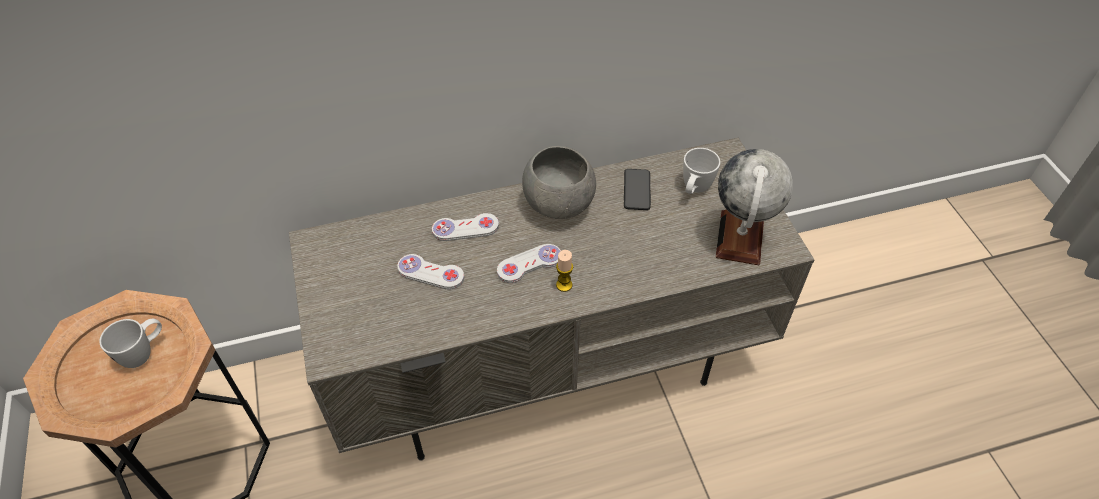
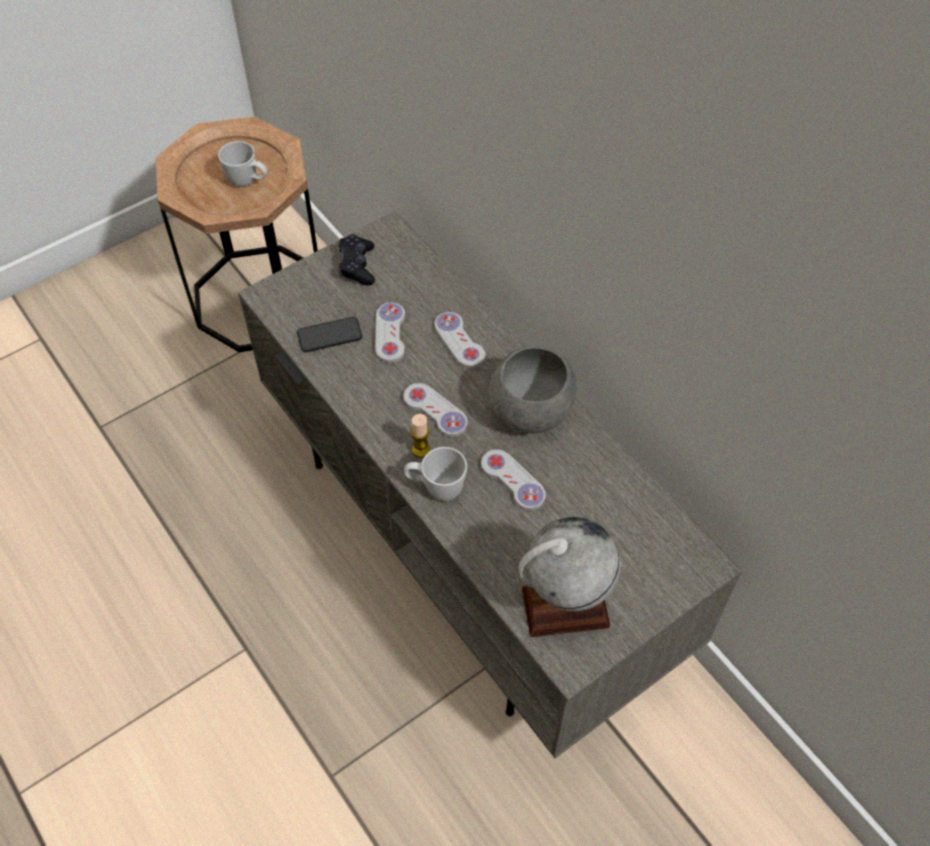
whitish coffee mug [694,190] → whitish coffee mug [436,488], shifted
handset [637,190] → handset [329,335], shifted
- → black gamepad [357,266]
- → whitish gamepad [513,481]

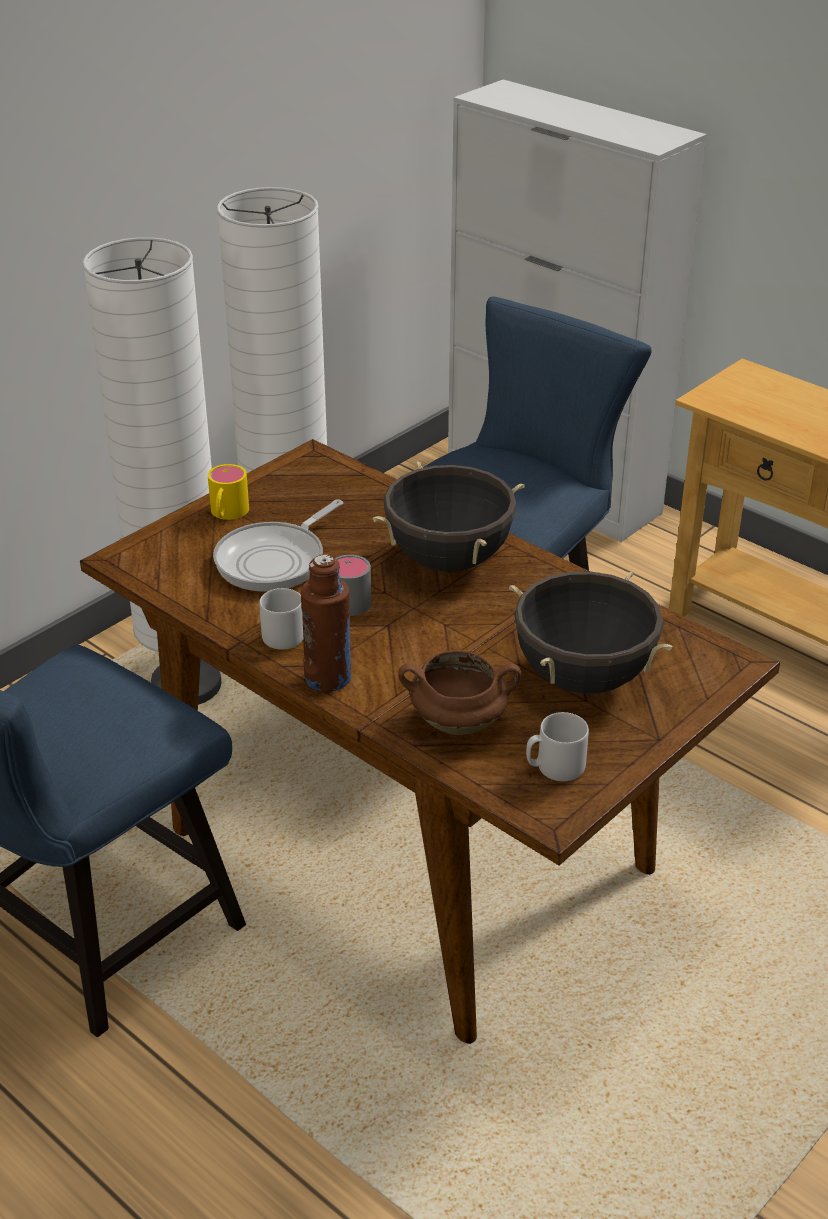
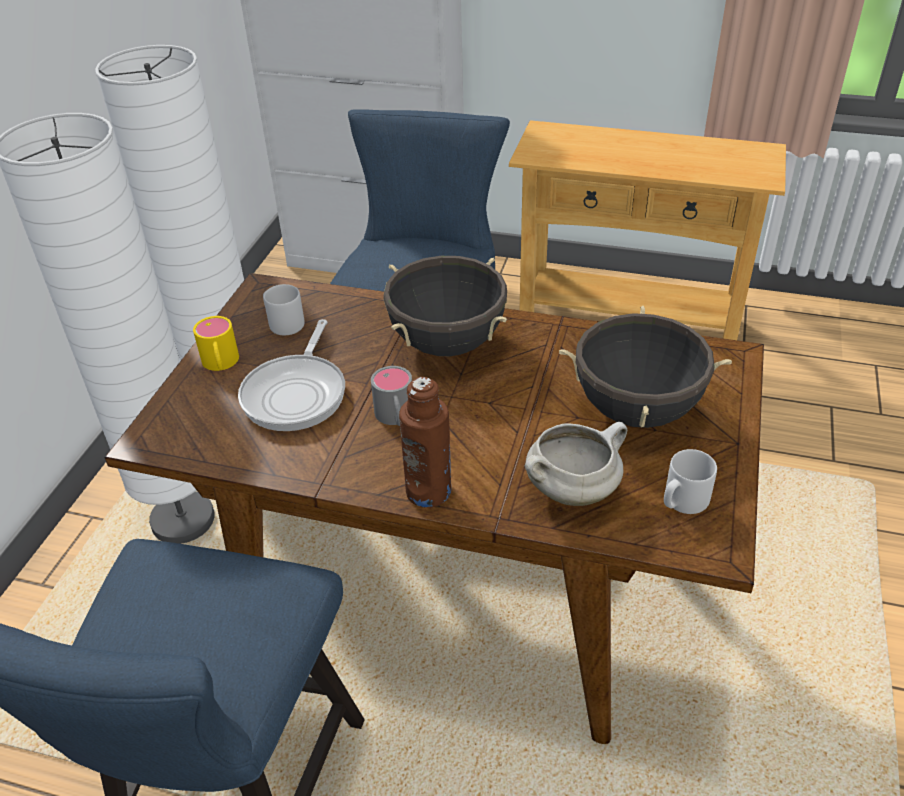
greyish coffee mug [281,634] → greyish coffee mug [283,323], shifted
brown stockpot [459,722] → whitish stockpot [572,489]

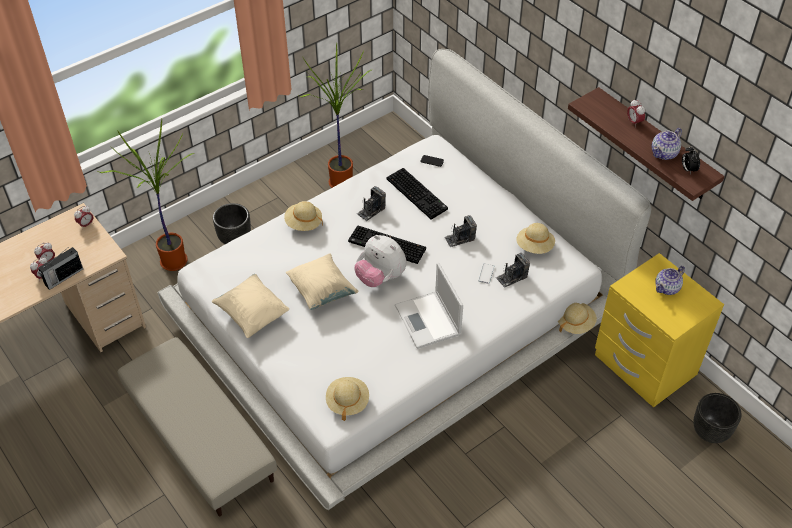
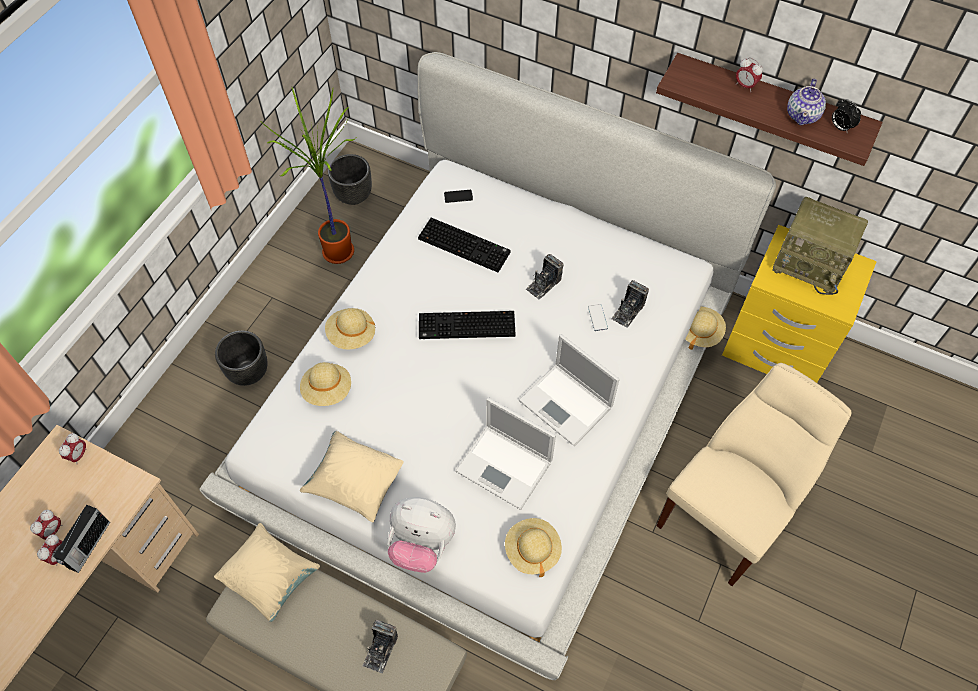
potted plant [171,262] → -
still camera [371,211] → still camera [380,650], shifted
beige-coloured wearable hat [534,247] → beige-coloured wearable hat [327,390], shifted
plush toy [380,277] → plush toy [421,544], shifted
beige-coloured pillow [322,291] → beige-coloured pillow [270,578], shifted
teapot [667,288] → radio [811,264]
black flower pot [710,432] → black flower pot [354,195], shifted
- → beige-coloured chair [729,512]
- → laptop [505,467]

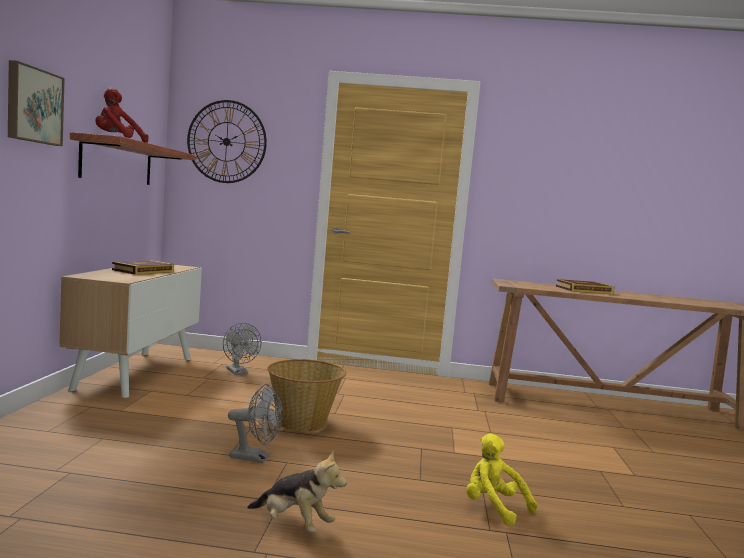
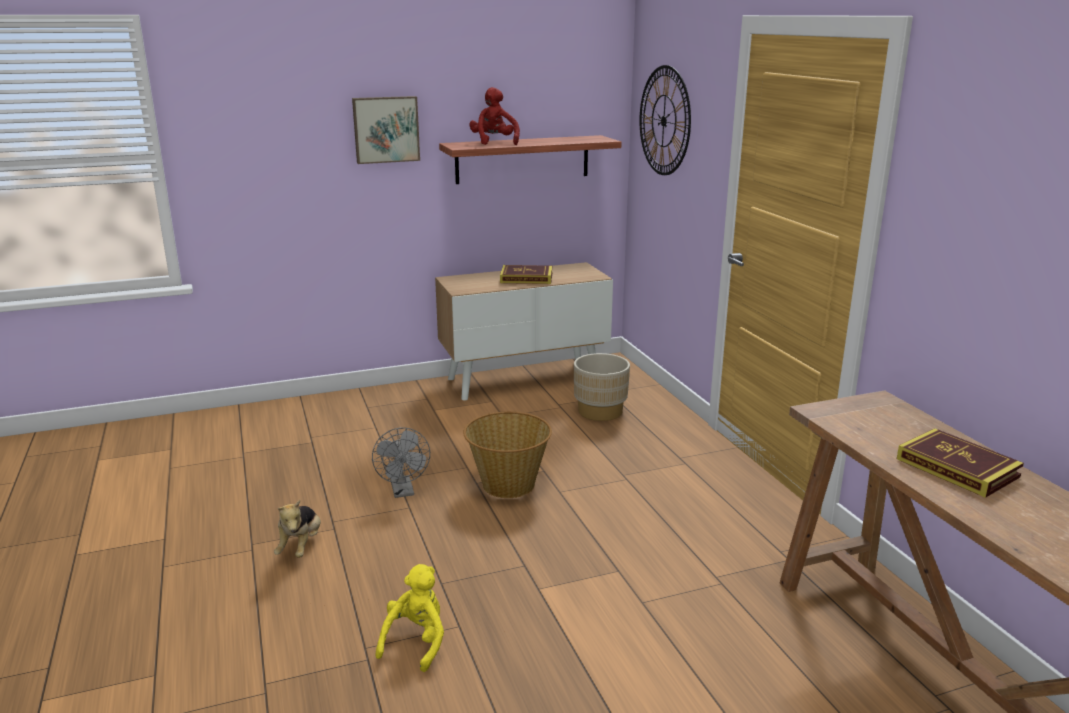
greyish cooling fan [239,373] → beige-coloured flower pot [600,411]

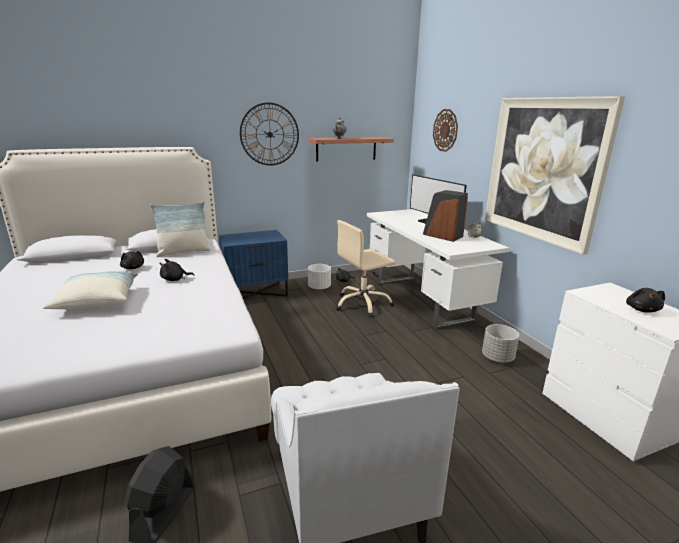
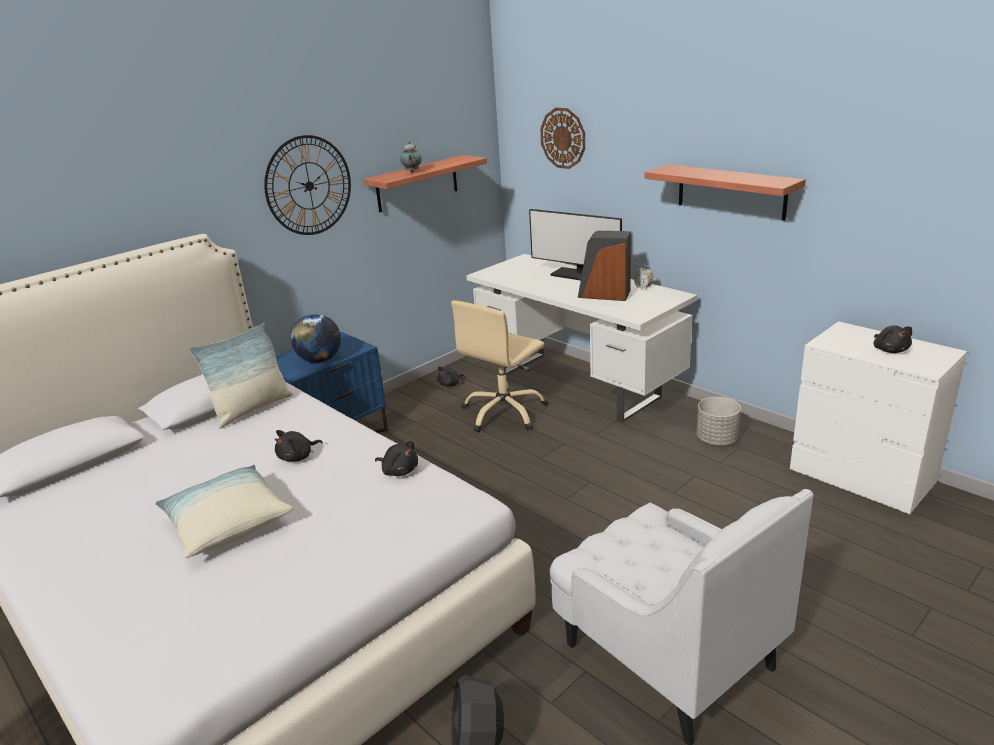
picture [543,170] → shelf [731,191]
black plush toy [133,268] → black plush toy [399,470], shifted
whitish flower pot [319,287] → -
- → desk globe [320,360]

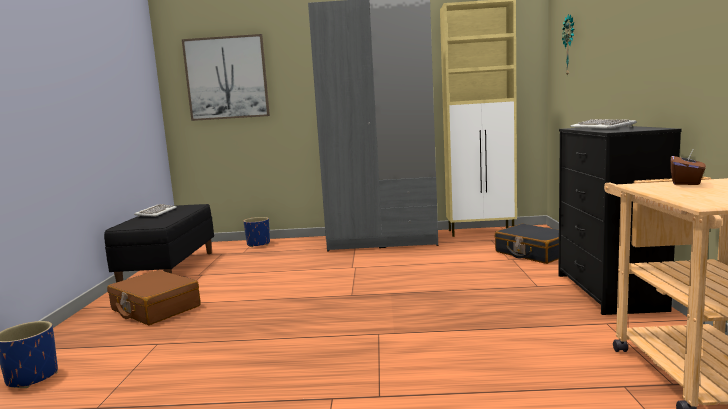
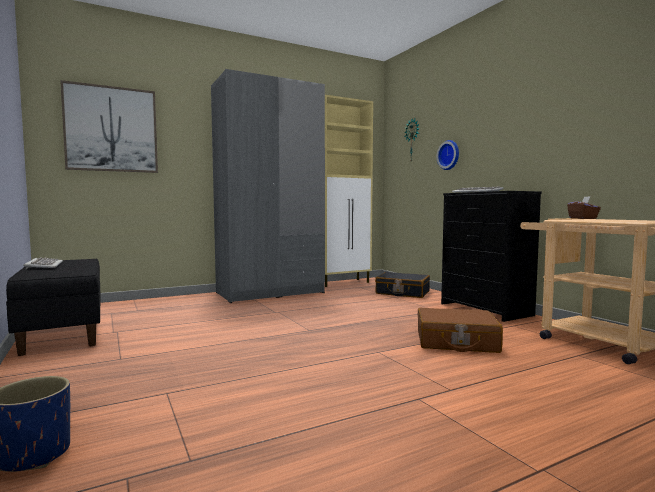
blue-coloured flower pot [258,244] → -
brown travel case [155,308] → brown travel case [456,342], shifted
- → wall clock [449,155]

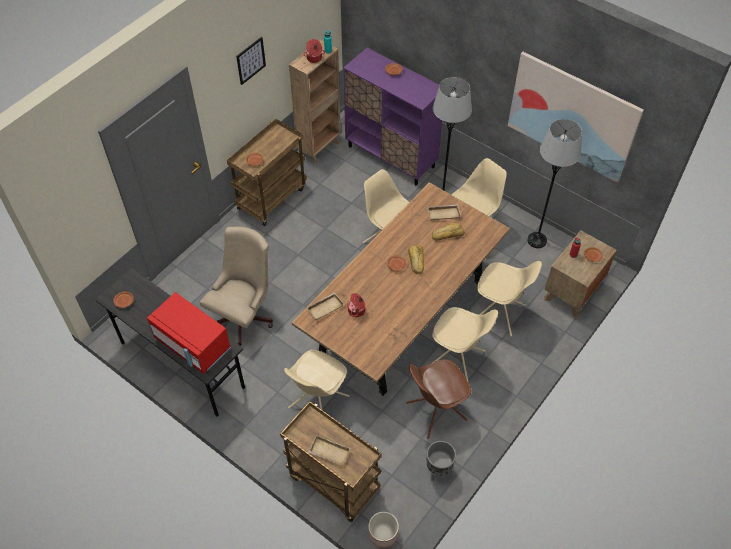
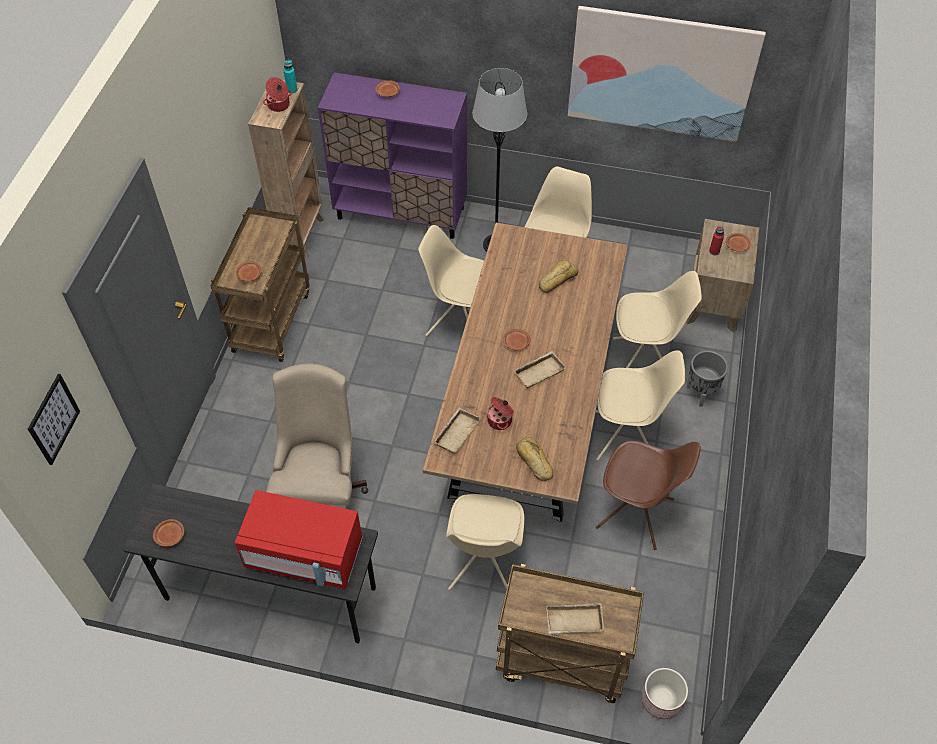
picture [250,60] → picture [53,419], shifted
greyish floor lamp [537,240] → -
beige-coloured carrying tray [444,213] → beige-coloured carrying tray [539,371], shifted
baked bread [416,260] → baked bread [533,462], shifted
brown chair [435,411] → brown chair [636,514], 105 degrees counterclockwise
greyish flower pot [438,470] → greyish flower pot [700,394], shifted

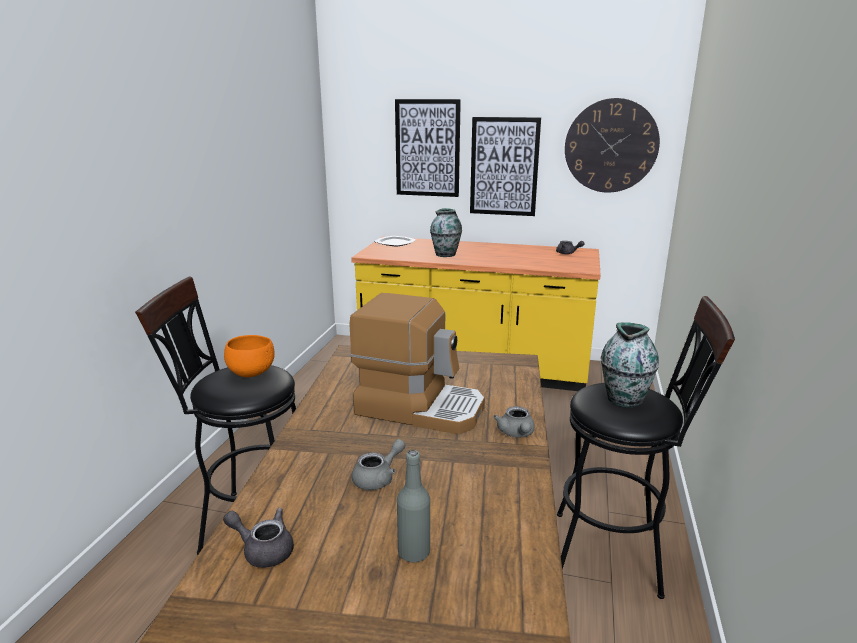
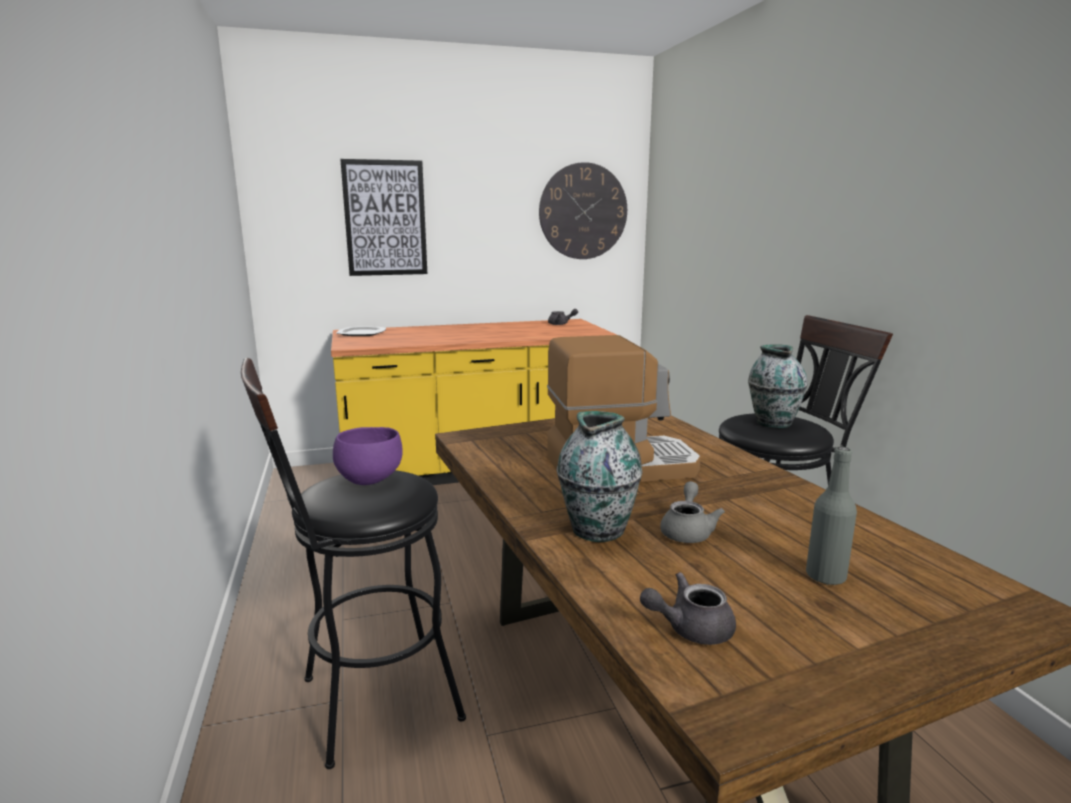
picture [504,167] → -
flower vase [446,254] → flower vase [598,529], shifted
orange bowl [252,373] → purple-coloured bowl [369,479]
greyish teapot [516,434] → -

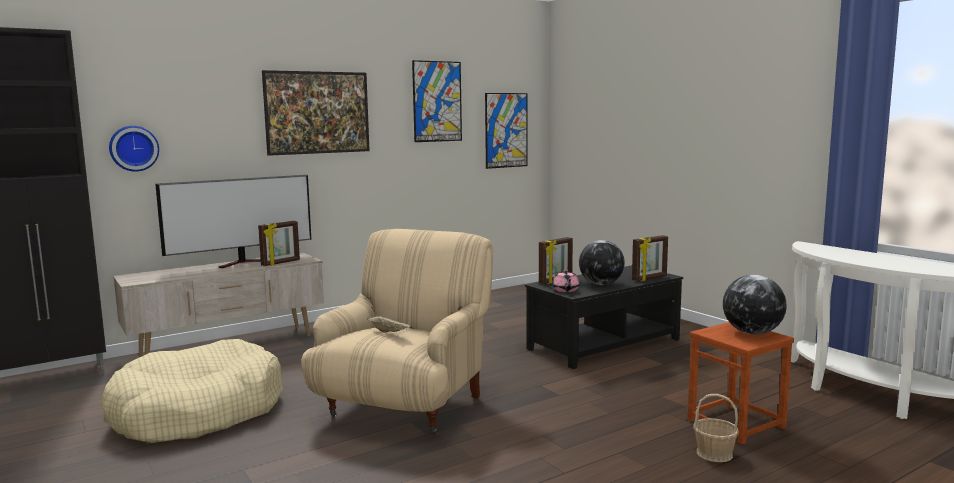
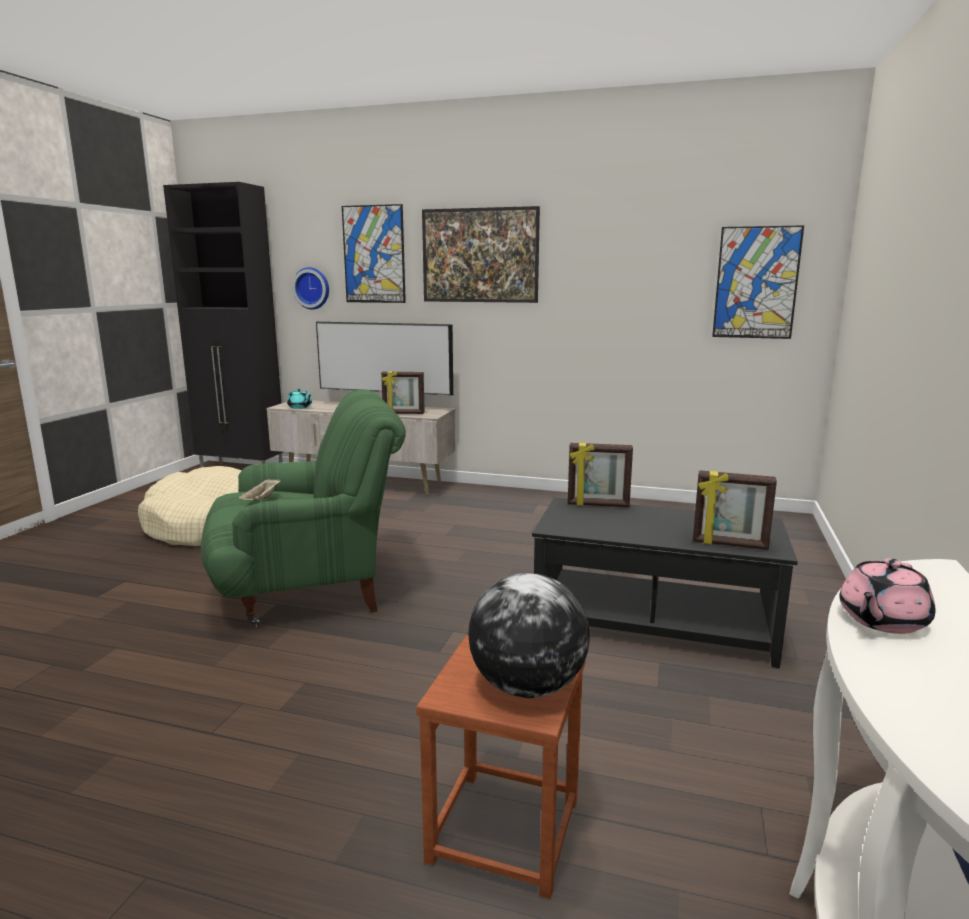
picture [437,101] → picture [374,254], shifted
beige-coloured easy chair [405,406] → green easy chair [310,588]
desk globe [600,284] → -
pink teapot [565,290] → pink teapot [881,620], shifted
basket [714,453] → -
- → turquoise-coloured teapot [300,407]

